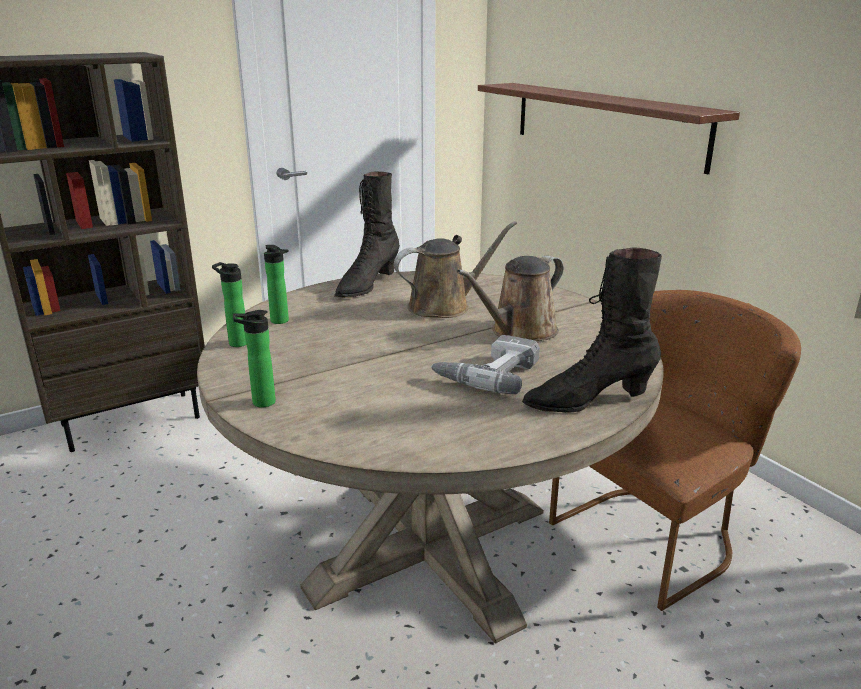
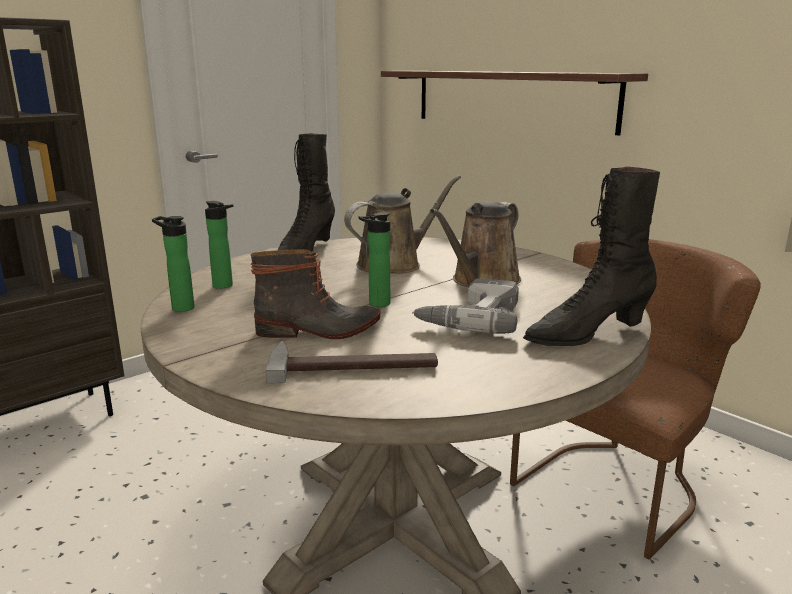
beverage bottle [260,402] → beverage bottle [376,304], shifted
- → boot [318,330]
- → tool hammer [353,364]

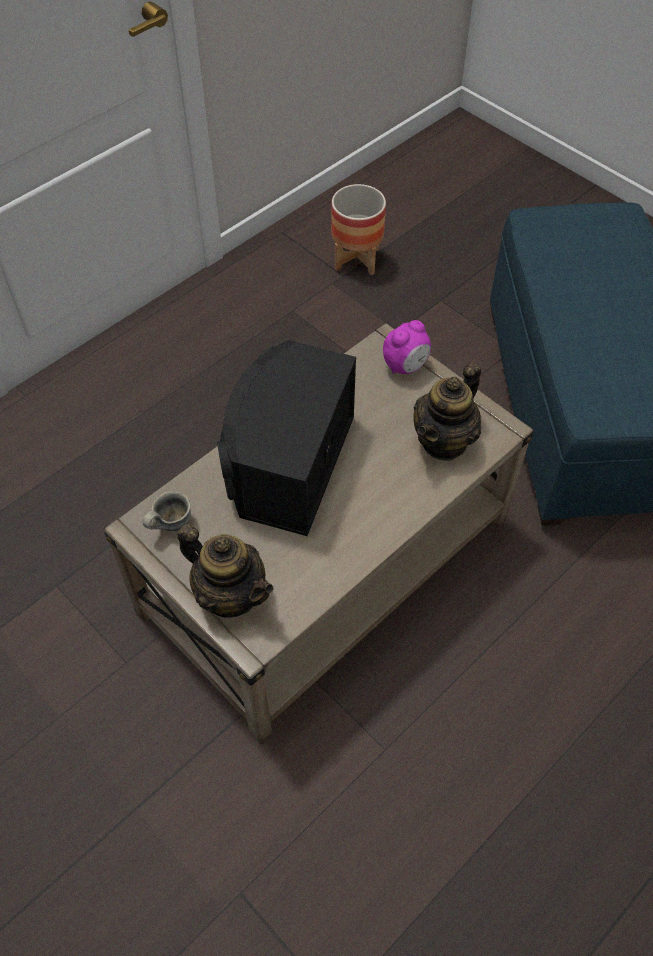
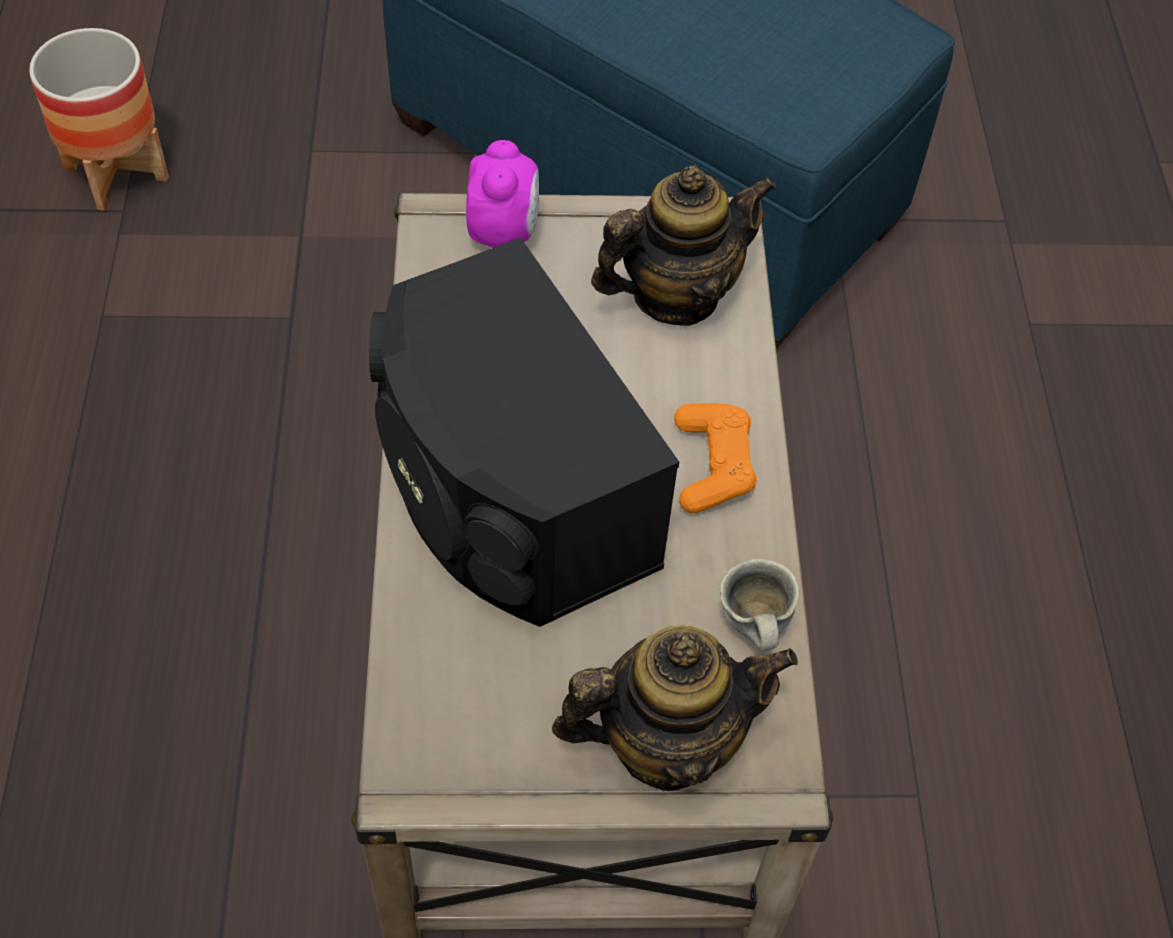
teapot [444,441] → teapot [675,295], 105 degrees counterclockwise
greyish coffee mug [170,524] → greyish coffee mug [750,628], shifted
- → orange gamepad [712,466]

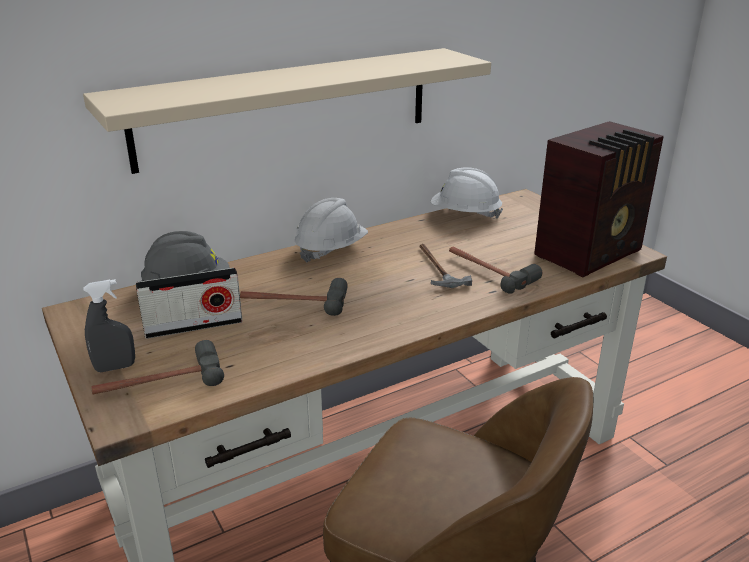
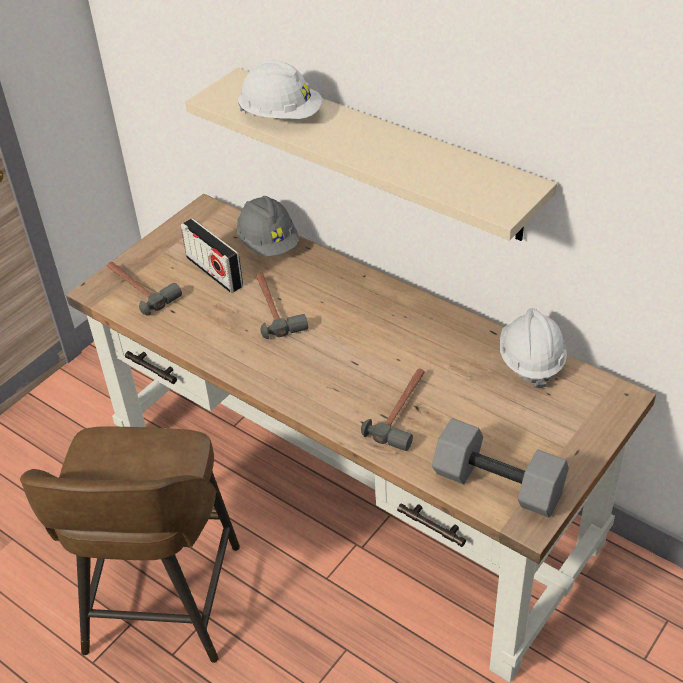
radio [591,253] → greyish dumbbell [500,483]
whitish work helmet [331,250] → whitish work helmet [281,116], shifted
tool hammer [436,268] → -
greyish hand sprayer [115,367] → -

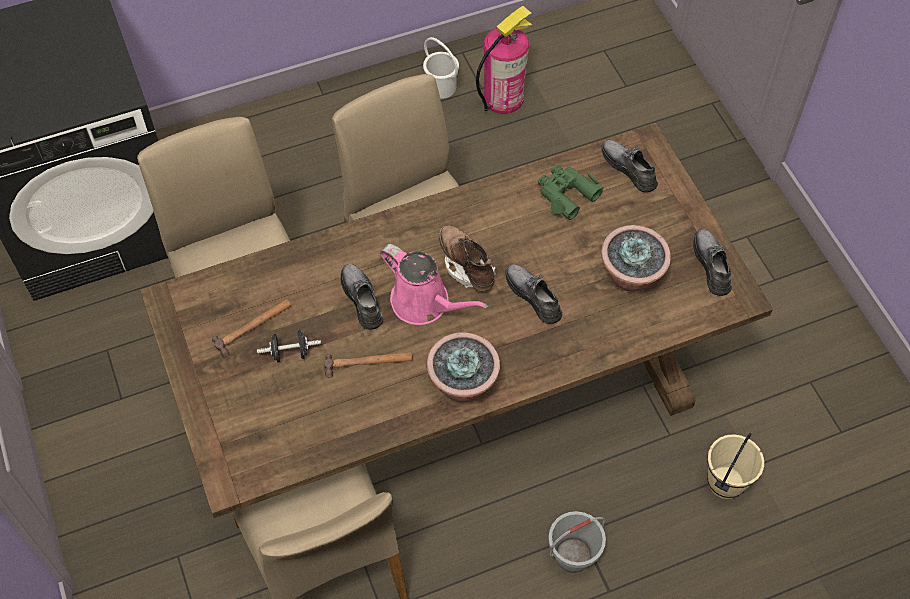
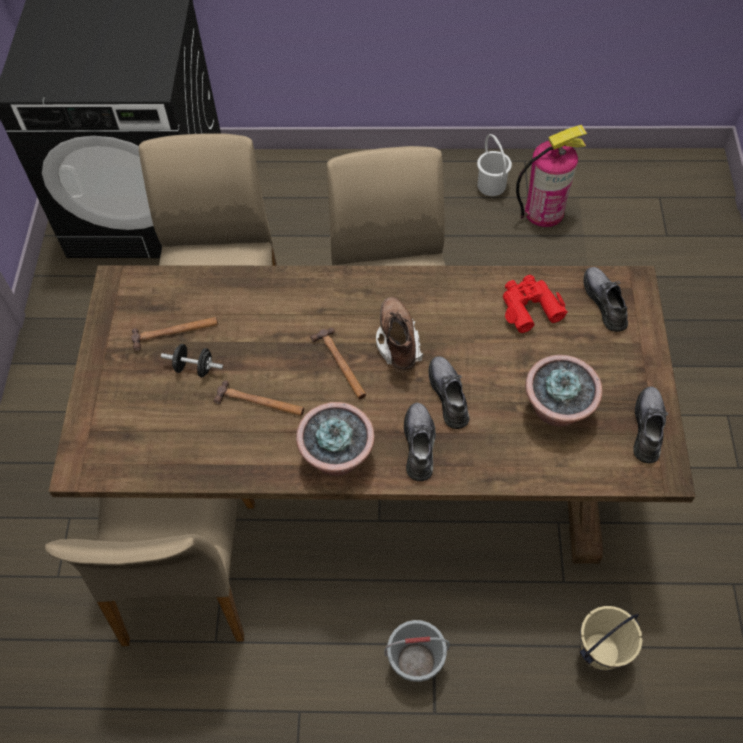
green field glasses [566,194] → red field glasses [529,307]
pink watering pot [425,303] → tool hammer [340,365]
greyish shoe [362,299] → greyish shoe [419,444], shifted

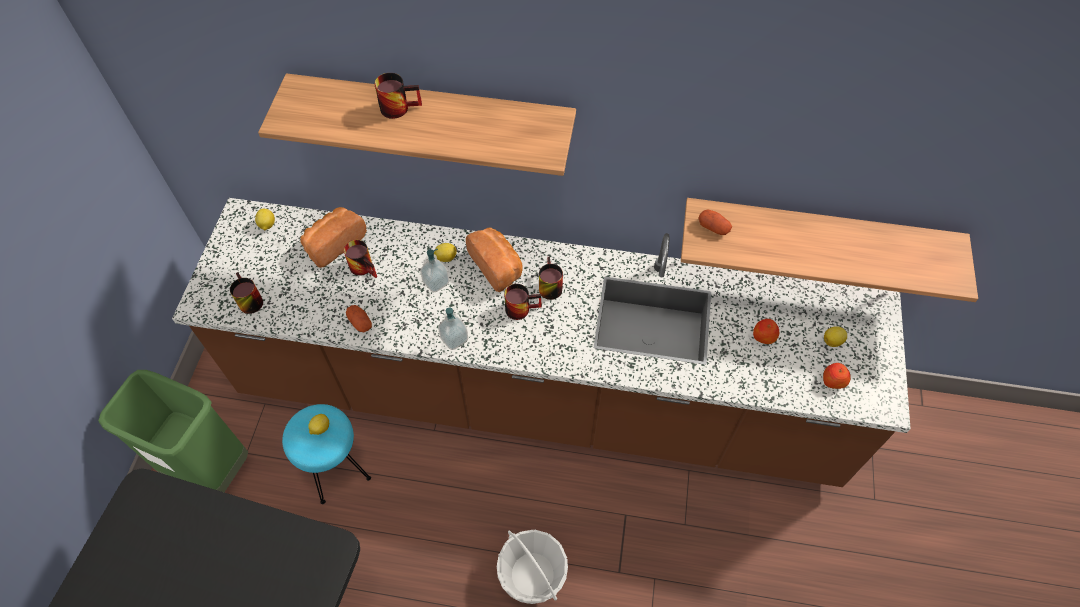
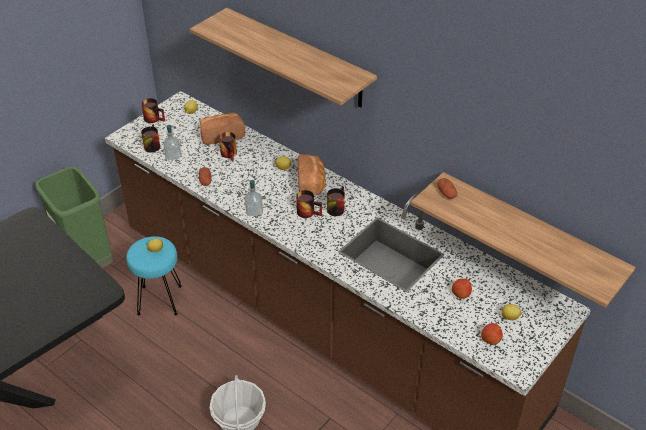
coffee mug [399,106] → coffee mug [155,118], shifted
soap dispenser [436,282] → soap dispenser [173,155], shifted

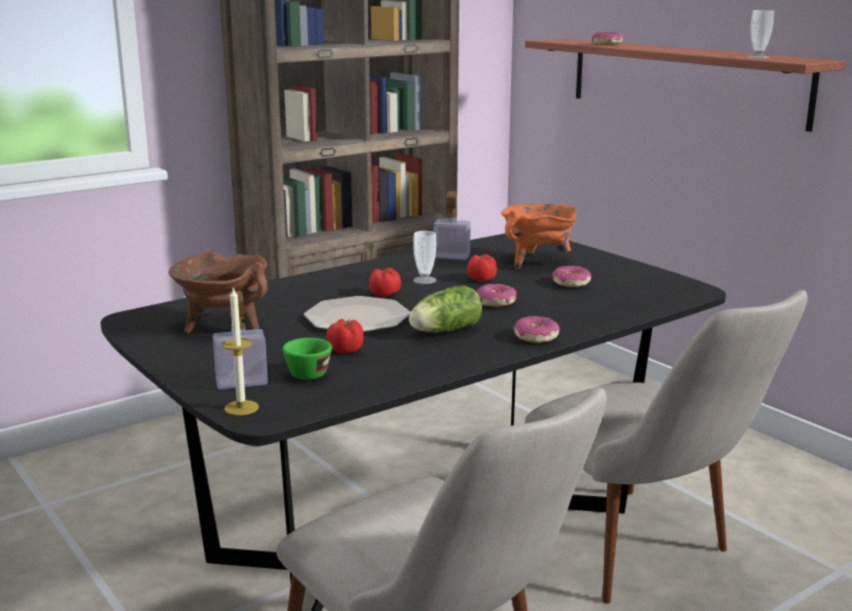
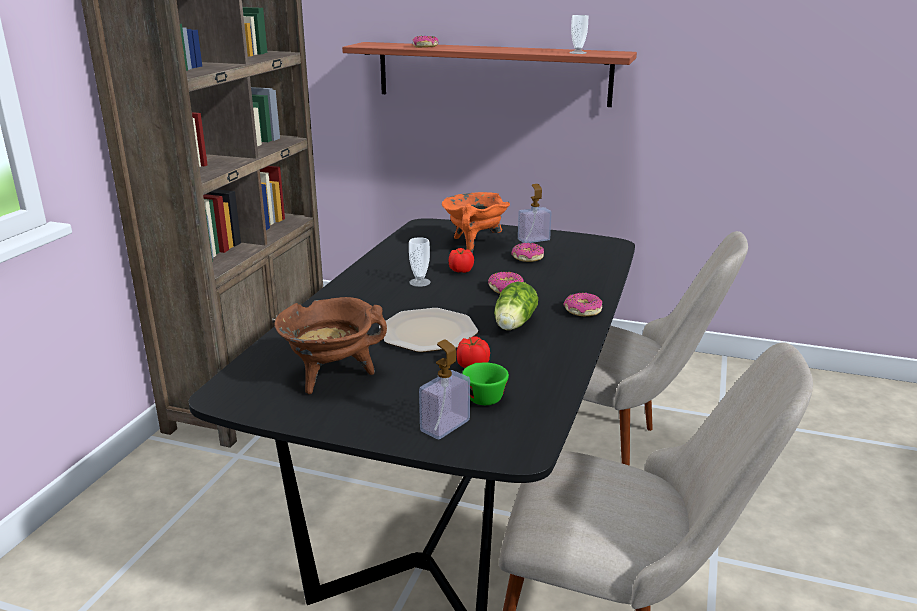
soap dispenser [451,256] → soap dispenser [533,240], shifted
tomato [385,294] → -
candle [241,408] → -

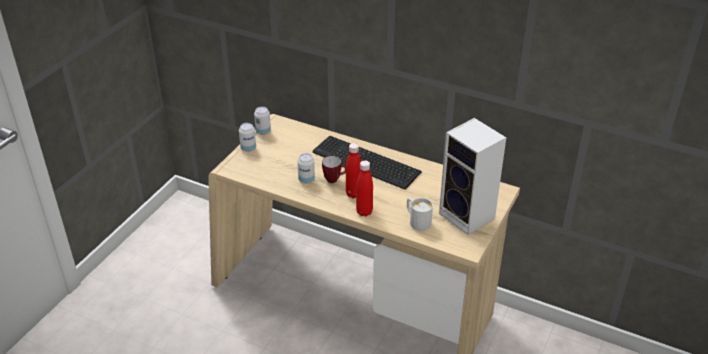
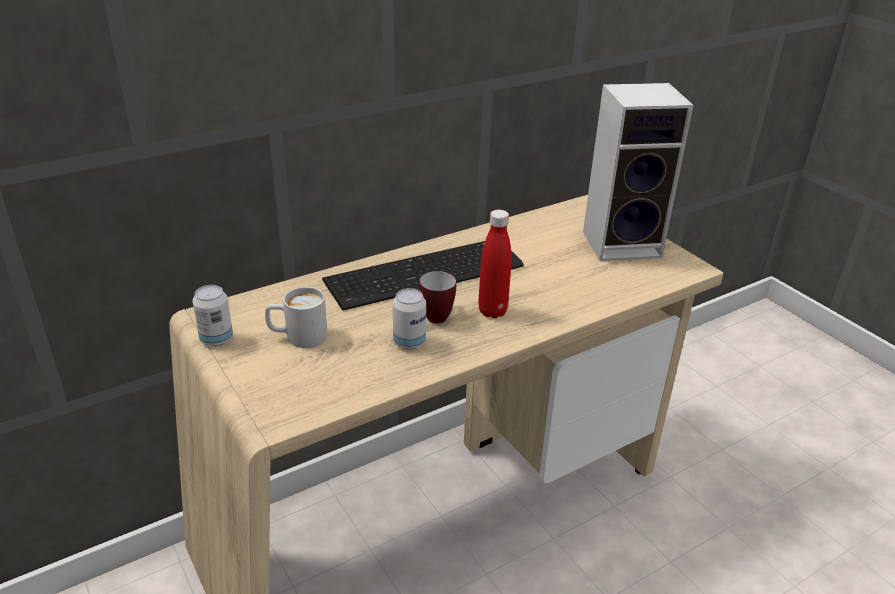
metal can [248,148] → -
red beverage bottle [364,212] → -
whitish coffee mug [417,221] → whitish coffee mug [297,337], shifted

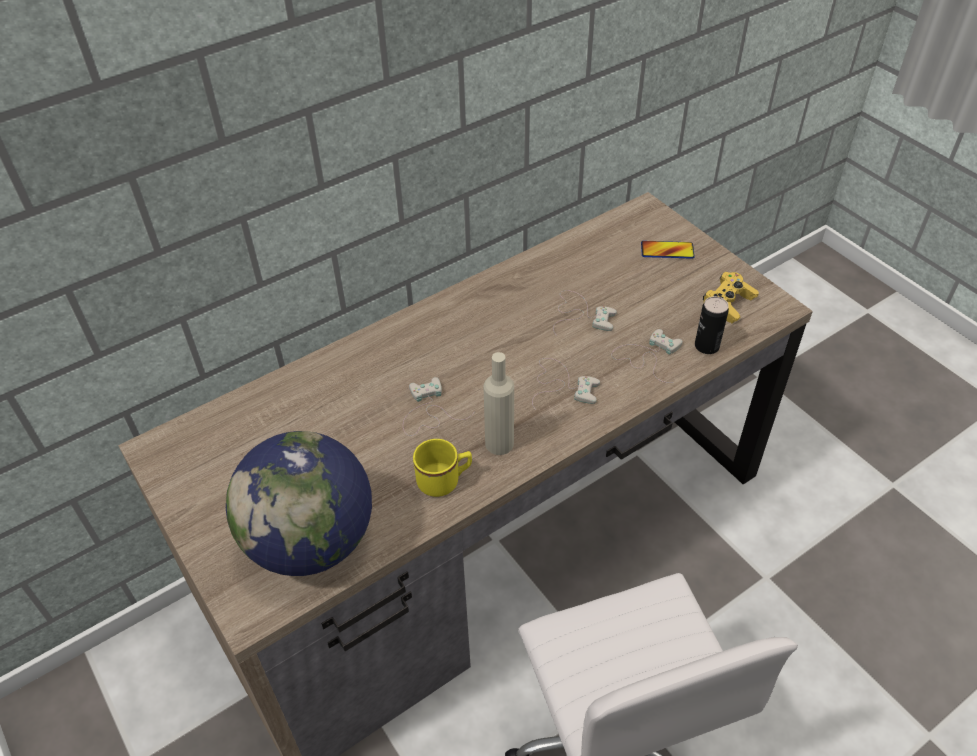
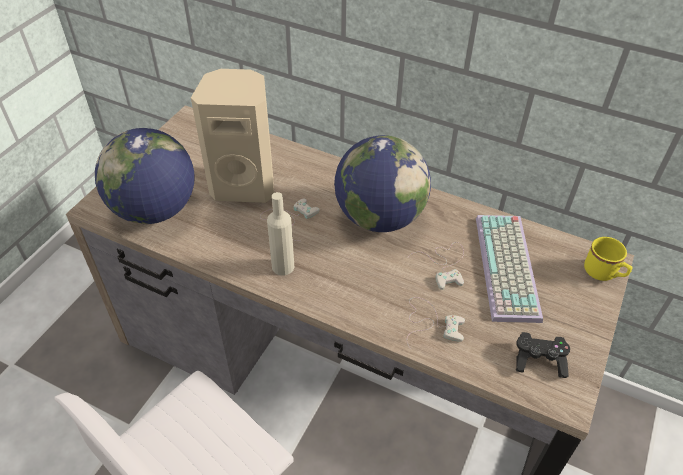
handset [667,251] → -
yellow-coloured gamepad [728,304] → black gamepad [539,360]
metal can [706,346] → -
whitish gamepad [562,384] → -
yellow-coloured coffee mug [444,480] → yellow-coloured coffee mug [603,273], shifted
- → beige-coloured loudspeaker [244,185]
- → desk globe [379,217]
- → PC keyboard [509,268]

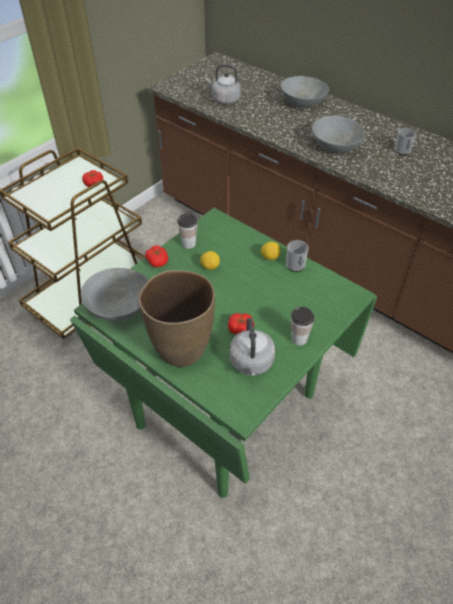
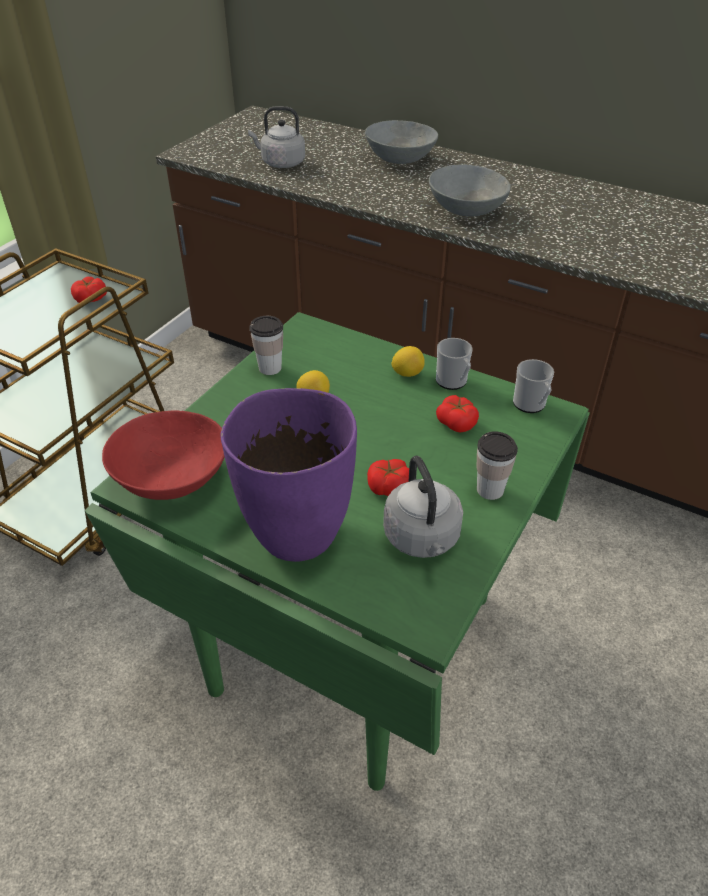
coffee mug [403,151] → coffee mug [531,405], shifted
tomato [157,261] → tomato [456,422], shifted
greyish bowl [118,308] → red bowl [171,479]
brown flower vase [181,349] → purple-coloured flower vase [296,533]

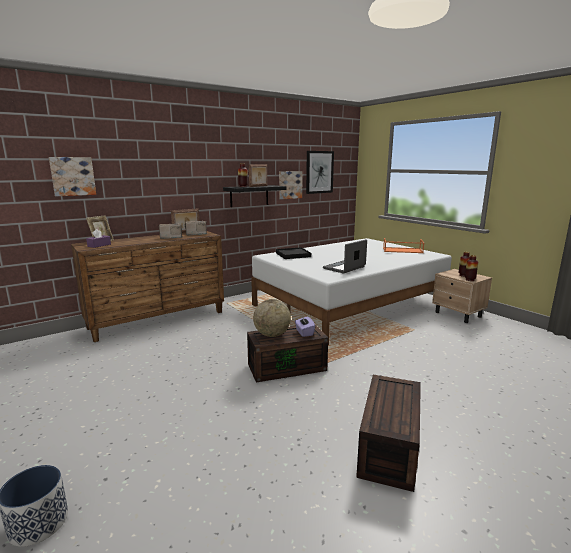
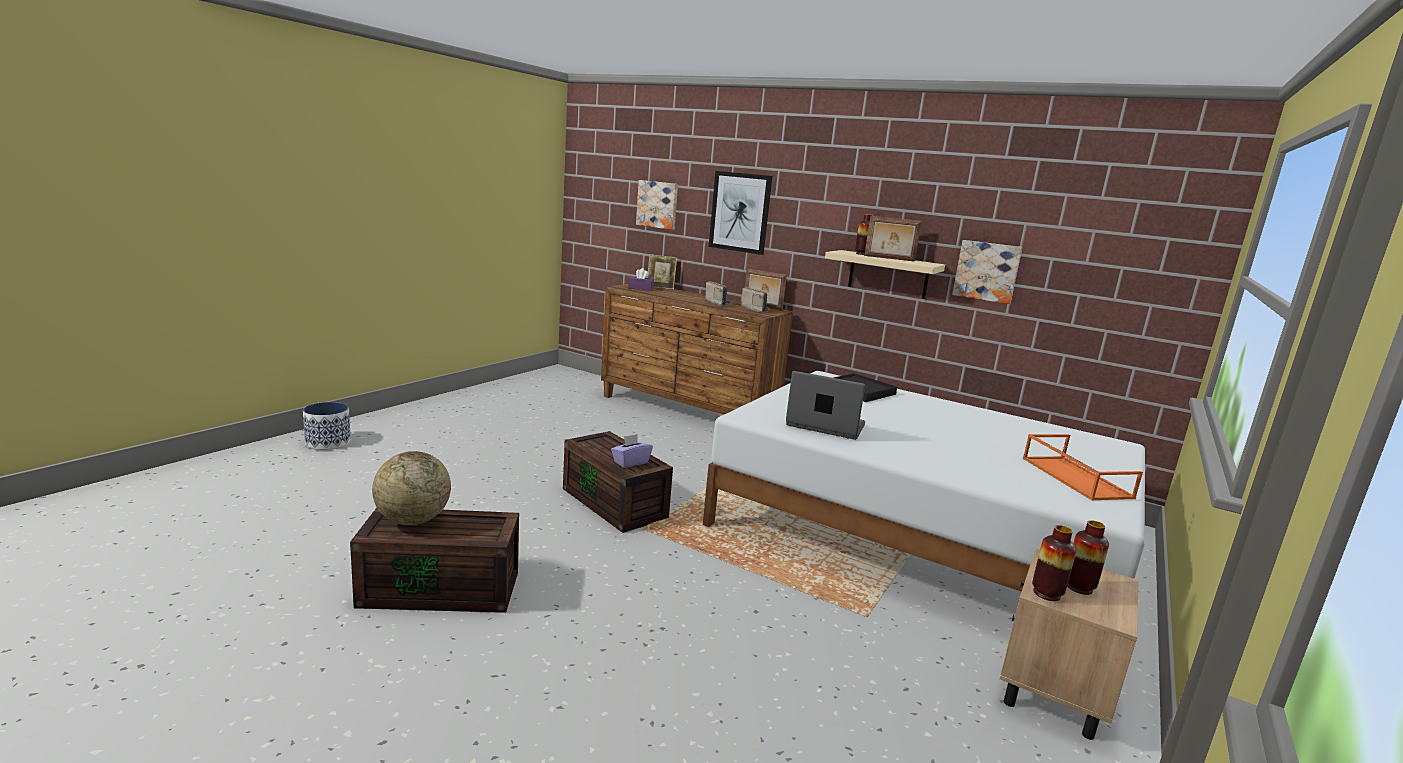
picture [319,172] → picture [740,212], shifted
black shelf [249,196] → beige-coloured shelf [888,274]
desk globe [272,335] → desk globe [413,520], shifted

